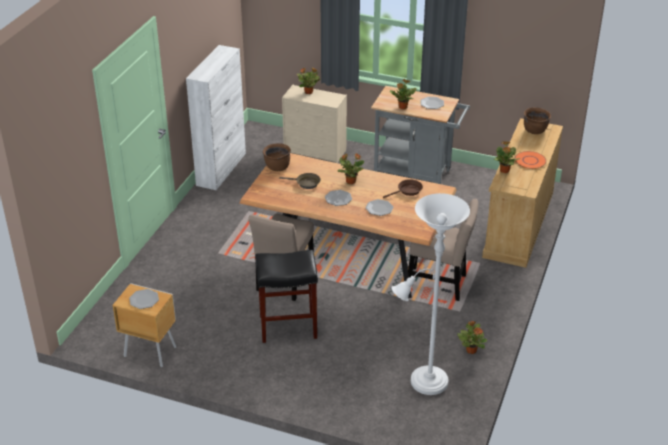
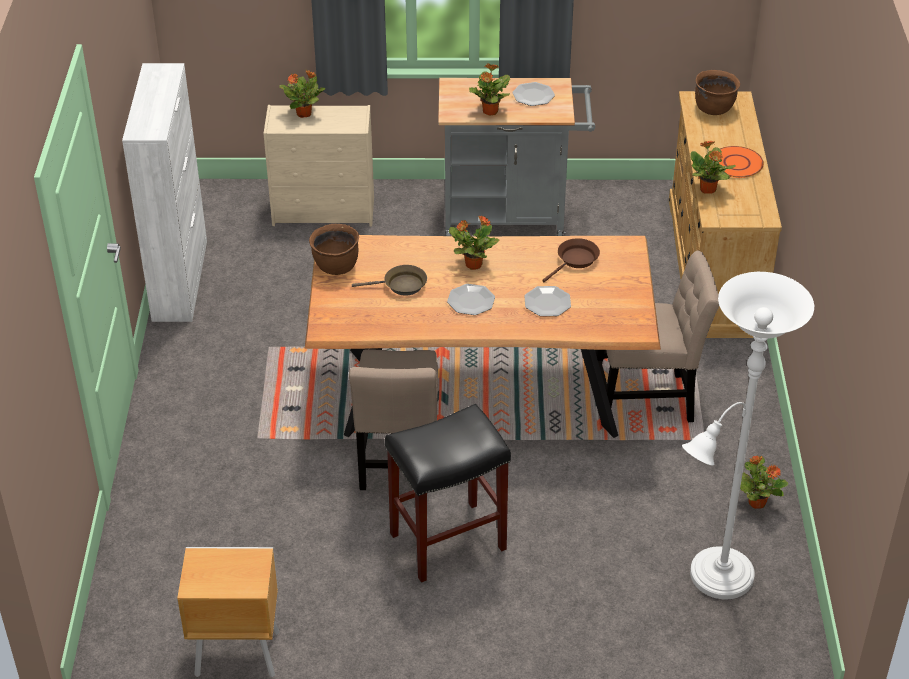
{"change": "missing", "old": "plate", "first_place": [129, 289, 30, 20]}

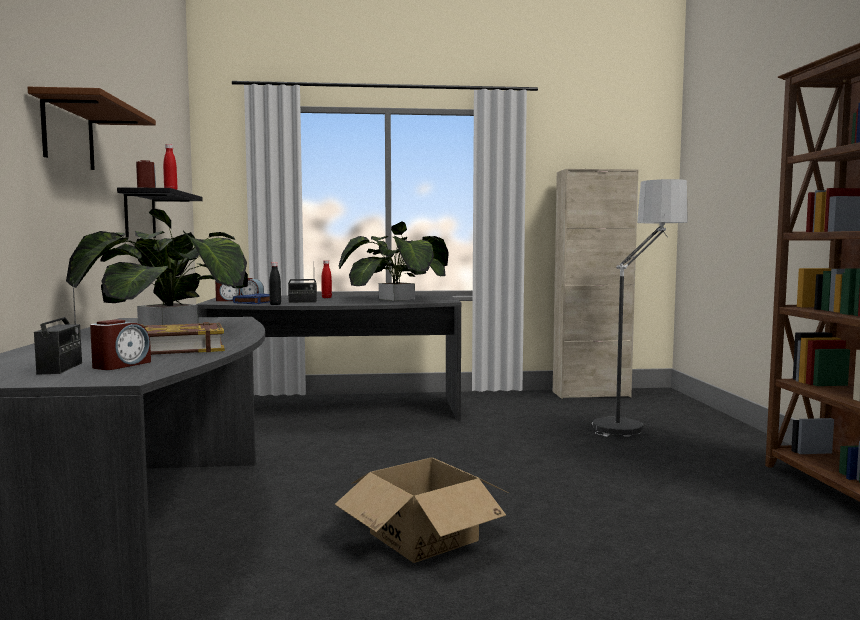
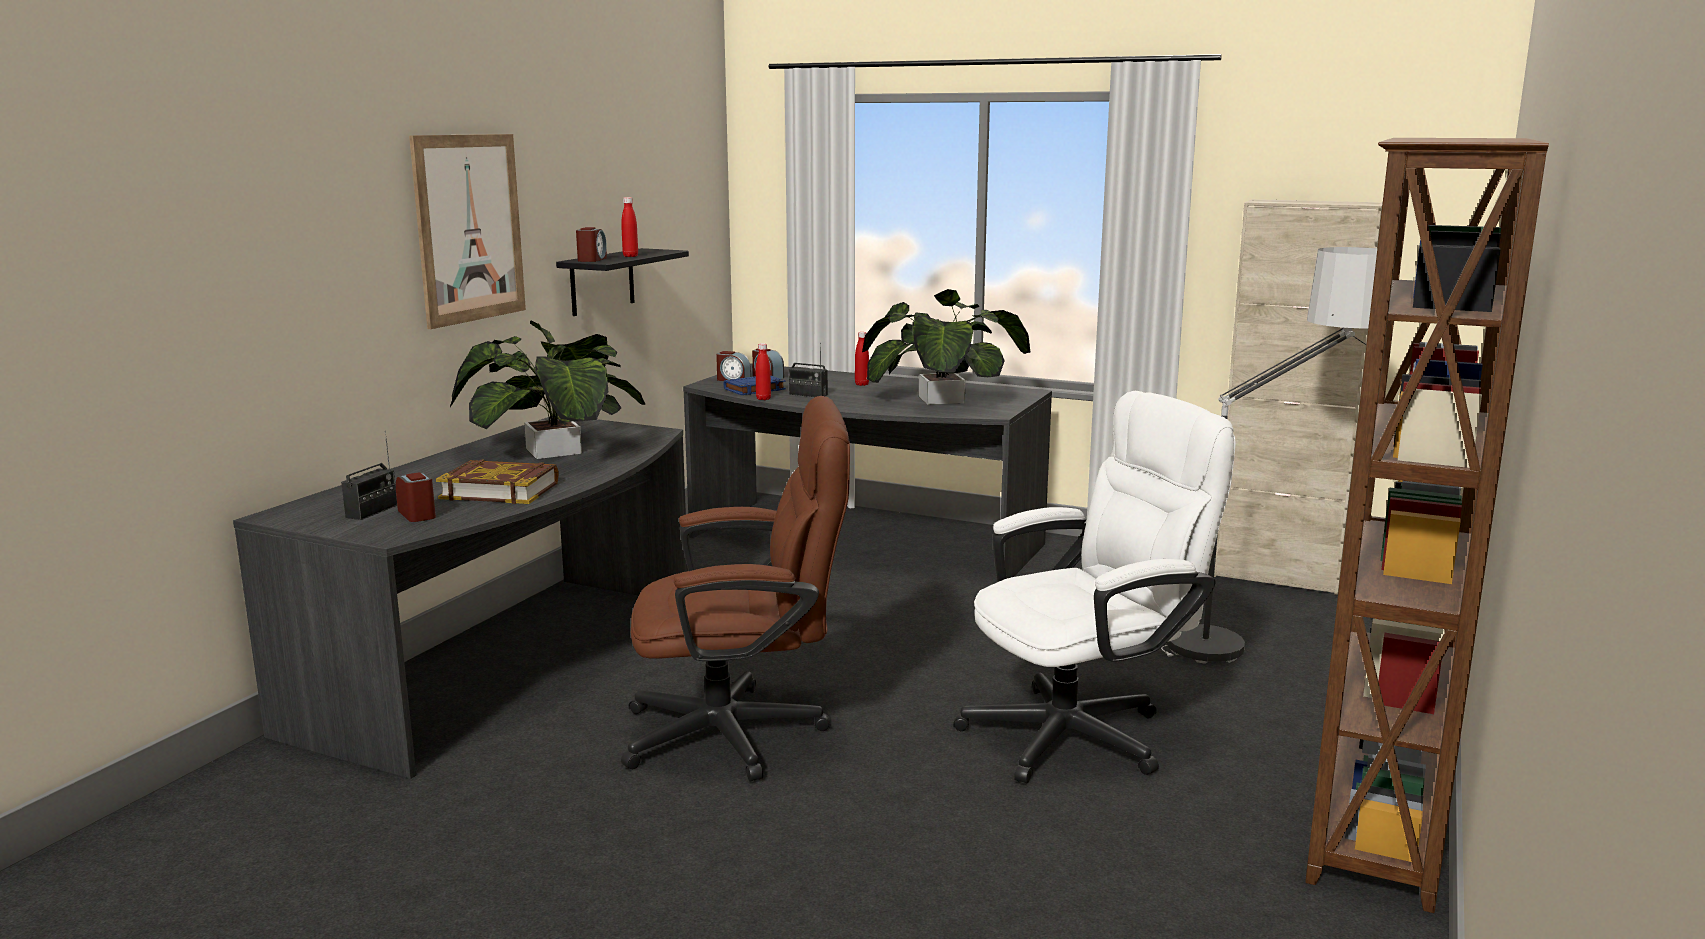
{"change": "exchanged", "old": "brown shelf", "new": "picture", "first_place": [28, 87, 128, 83], "second_place": [409, 134, 117, 195]}
{"change": "spun", "old": "alarm clock", "first_place": [90, 319, 61, 51], "second_place": [396, 472, 40, 50], "degrees": -90}
{"change": "colour", "old": "black bottle", "new": "red bottle", "first_place": [269, 262, 12, 43], "second_place": [756, 343, 15, 57]}
{"change": "exchanged", "old": "cardboard box", "new": "brown office chair", "first_place": [335, 458, 173, 105], "second_place": [621, 396, 229, 385]}
{"change": "appeared", "new": "white office chair", "second_place": [953, 391, 283, 393]}

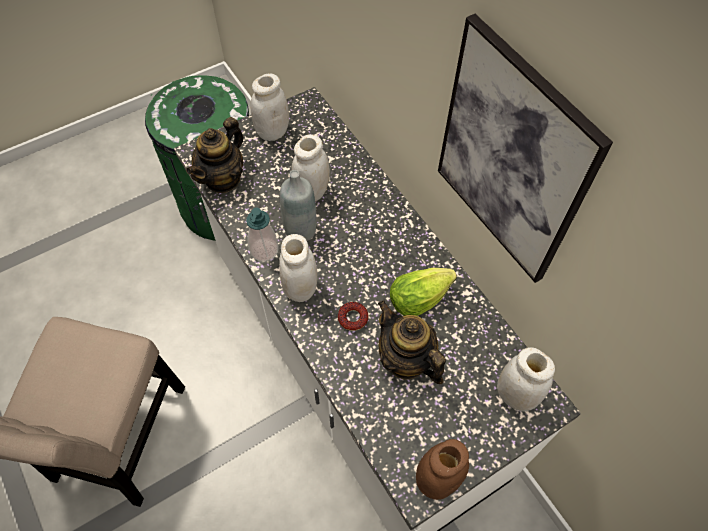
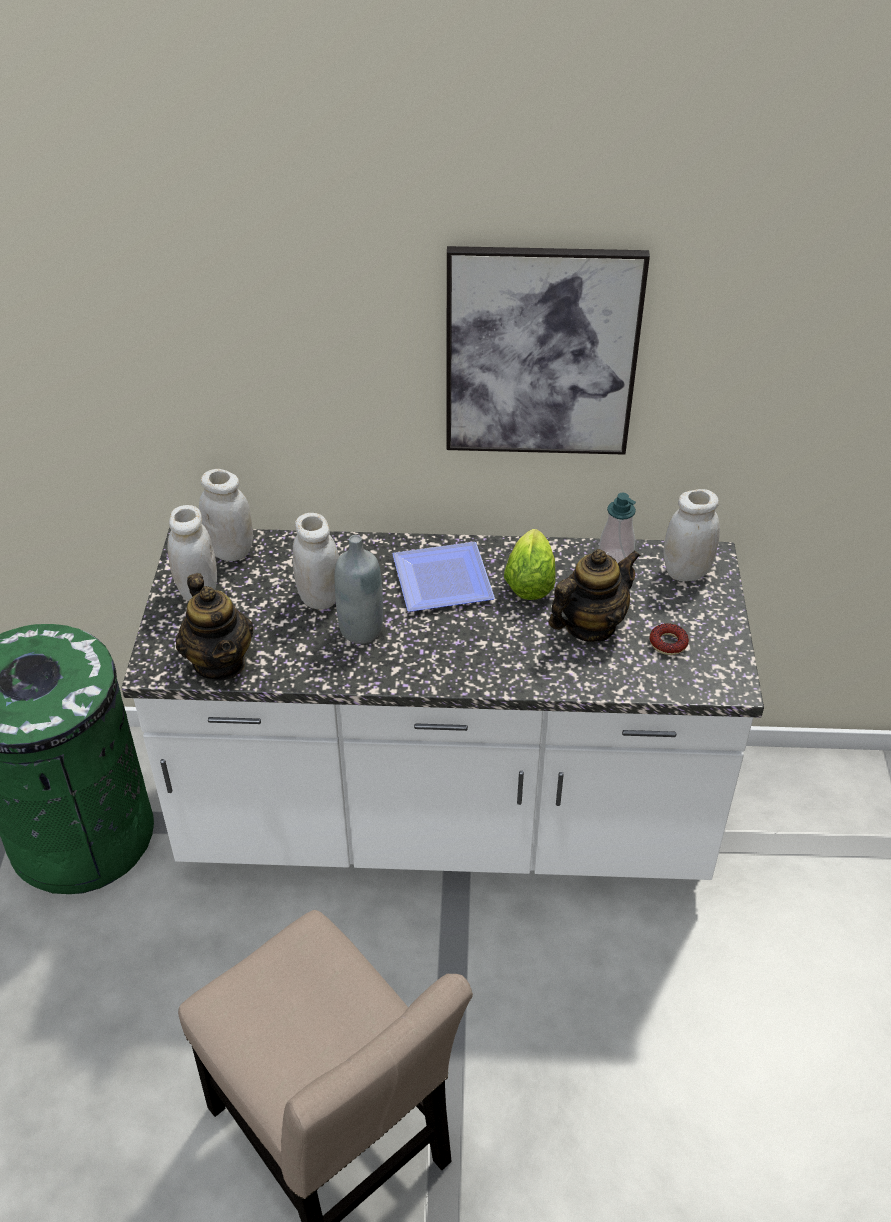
{"change": "relocated", "old": "soap dispenser", "first_place": [246, 208, 32, 54], "second_place": [598, 493, 38, 70]}
{"change": "relocated", "old": "white jar", "first_place": [279, 234, 38, 68], "second_place": [199, 469, 54, 92]}
{"change": "relocated", "old": "donut", "first_place": [338, 302, 30, 29], "second_place": [650, 623, 39, 32]}
{"change": "spun", "old": "teapot", "first_place": [378, 301, 68, 83], "second_place": [549, 549, 91, 93], "degrees": 150}
{"change": "missing", "old": "brown jar", "first_place": [416, 439, 53, 61]}
{"change": "appeared", "new": "plate", "second_place": [393, 542, 102, 70]}

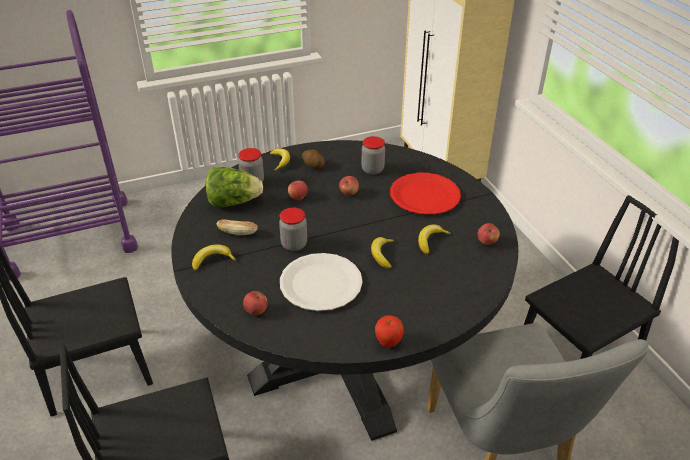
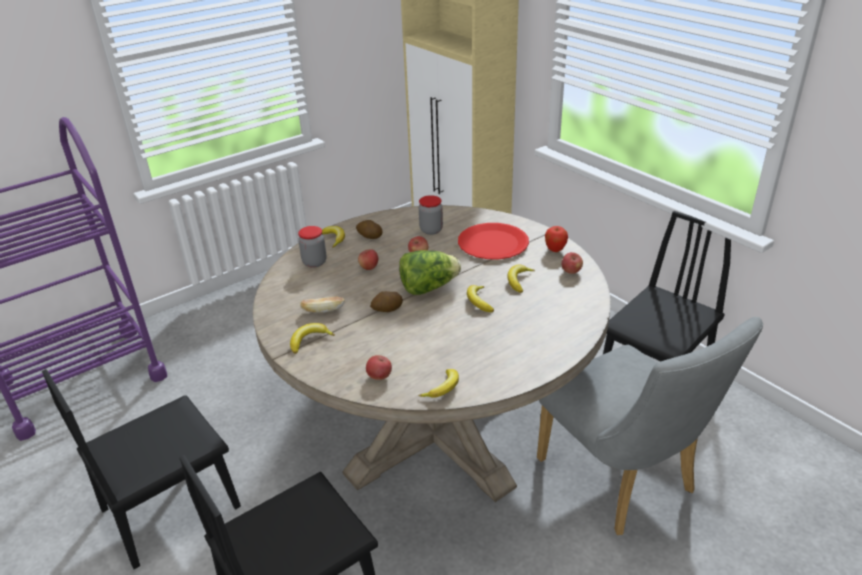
{"change": "colour", "old": "black dining table", "new": "beige dining table", "first_place": [171, 140, 347, 301], "second_place": [253, 205, 358, 297]}
{"change": "relocated", "old": "lettuce", "first_place": [206, 167, 57, 40], "second_place": [399, 250, 62, 45]}
{"change": "exchanged", "old": "jar", "new": "potato", "first_place": [279, 208, 28, 43], "second_place": [370, 291, 33, 21]}
{"change": "missing", "old": "white plate", "first_place": [280, 253, 83, 58]}
{"change": "relocated", "old": "apple", "first_place": [375, 315, 29, 32], "second_place": [545, 226, 23, 26]}
{"change": "appeared", "new": "banana", "second_place": [419, 369, 40, 29]}

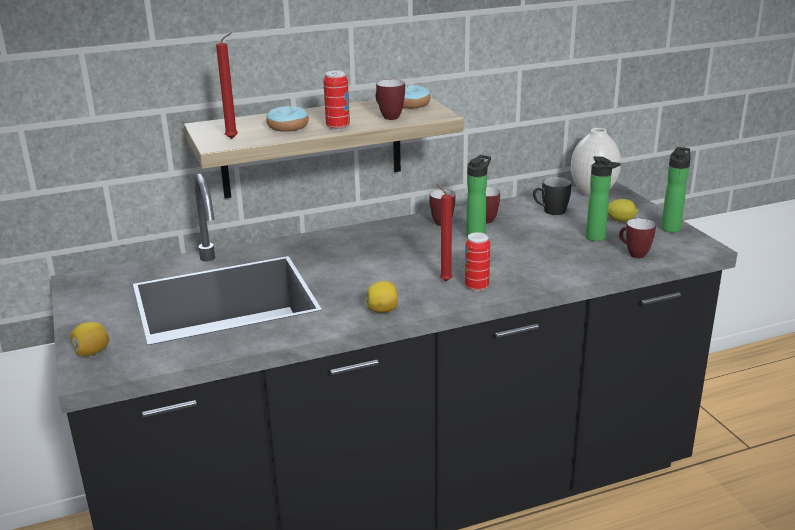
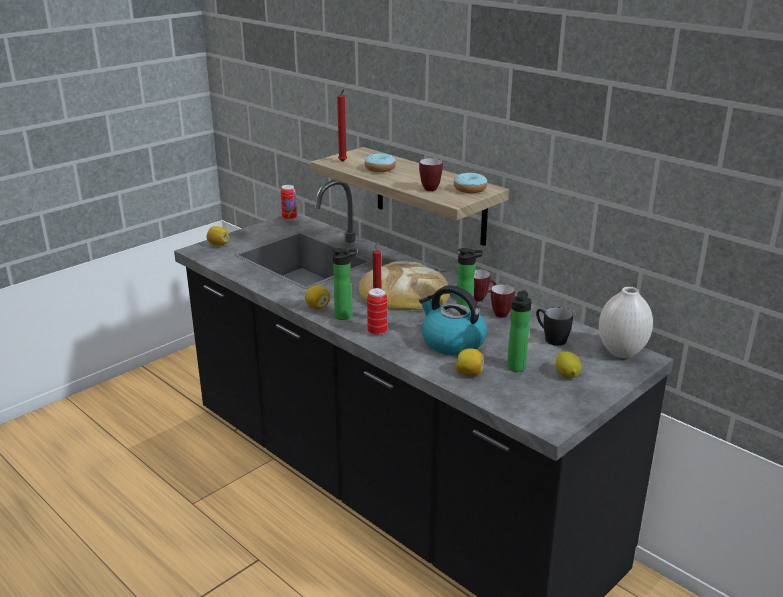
{"change": "relocated", "old": "can", "first_place": [323, 70, 27, 60], "second_place": [281, 185, 16, 36]}
{"change": "missing", "old": "mug", "first_place": [619, 218, 37, 40]}
{"change": "relocated", "old": "bottle", "first_place": [661, 147, 30, 86], "second_place": [332, 248, 25, 72]}
{"change": "appeared", "new": "bread", "second_place": [359, 261, 91, 49]}
{"change": "appeared", "new": "kettle", "second_place": [419, 285, 68, 70]}
{"change": "appeared", "new": "lemon", "second_place": [456, 348, 28, 28]}

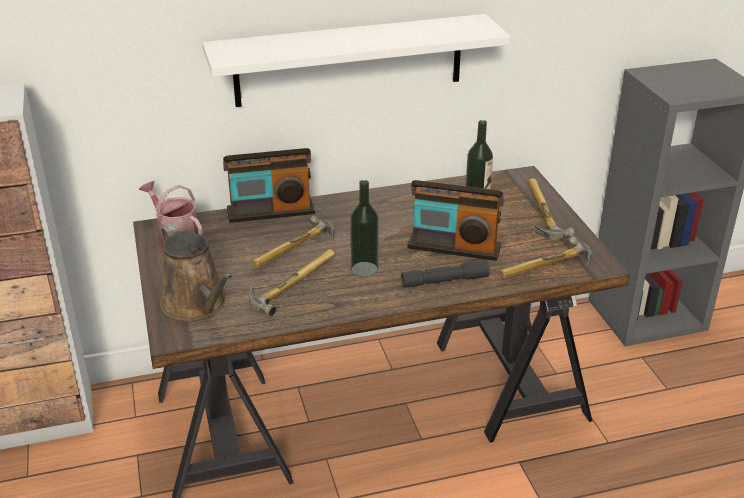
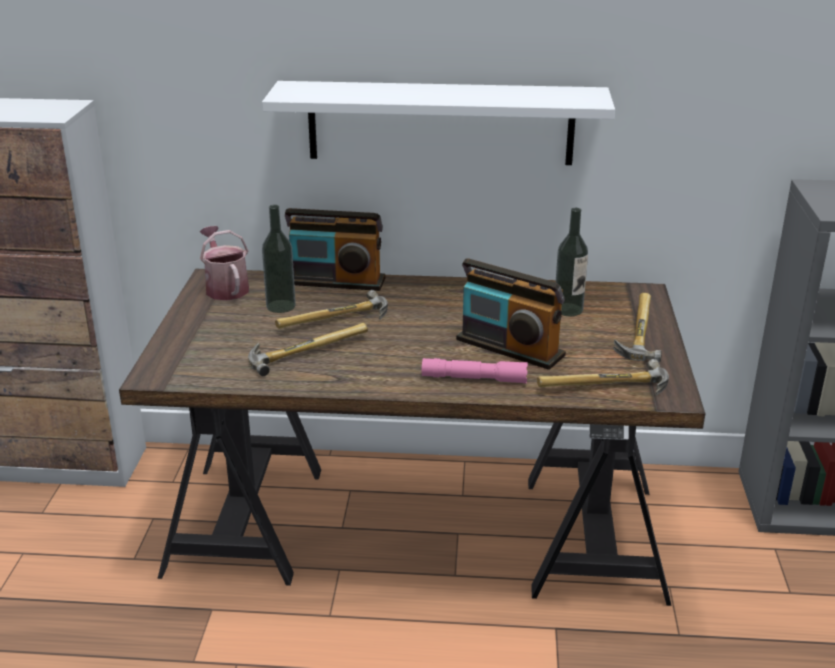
{"change": "missing", "old": "brown watering can", "first_place": [160, 223, 73, 98]}
{"change": "relocated", "old": "bottle", "first_place": [350, 180, 29, 97], "second_place": [262, 205, 34, 108]}
{"change": "colour", "old": "grey flashlight", "new": "pink flashlight", "first_place": [401, 259, 89, 28], "second_place": [422, 358, 106, 26]}

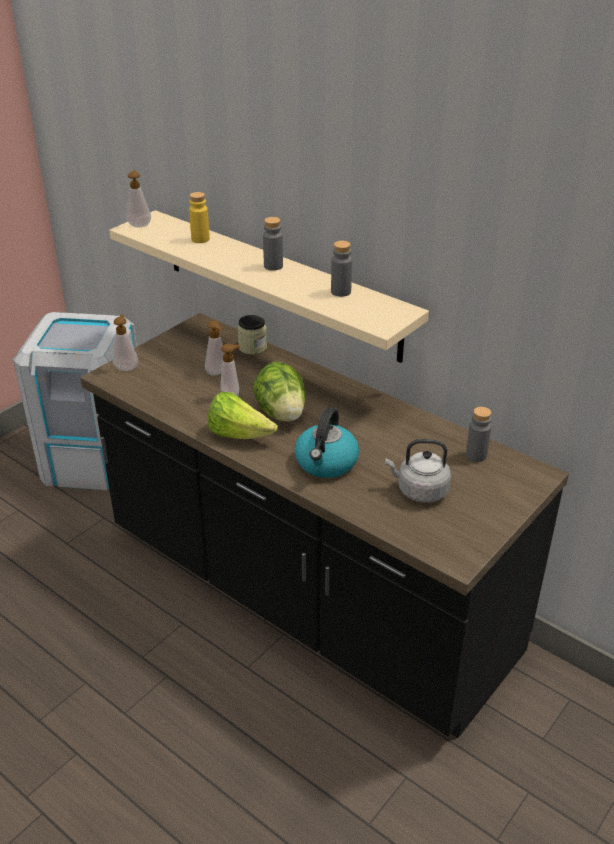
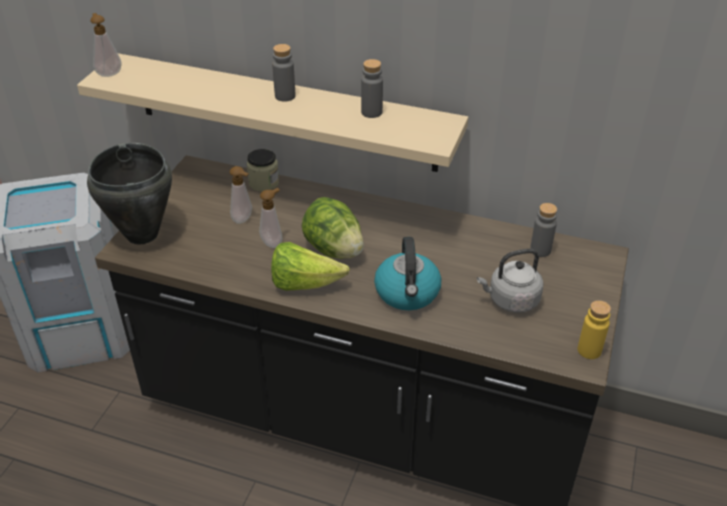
{"change": "exchanged", "old": "soap dispenser", "new": "black cooking pot", "first_place": [112, 314, 26, 57], "second_place": [87, 143, 85, 101]}
{"change": "relocated", "old": "yellow bottle", "first_place": [189, 192, 21, 51], "second_place": [578, 300, 33, 59]}

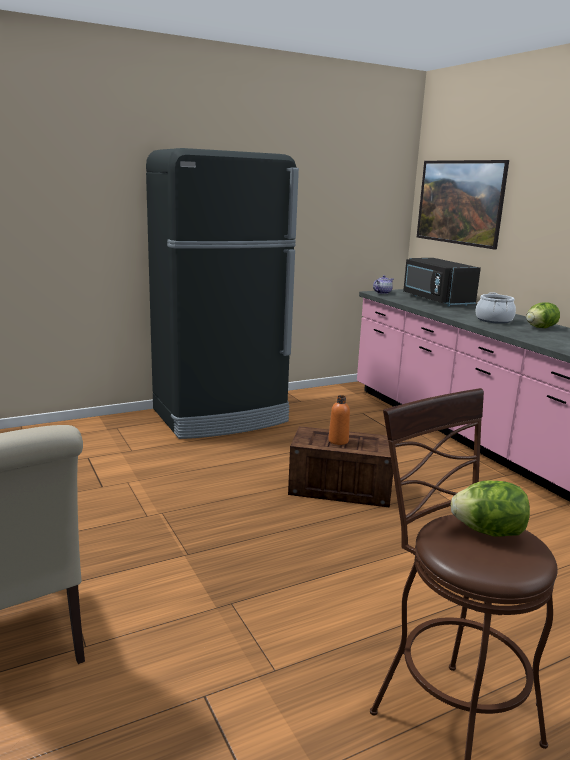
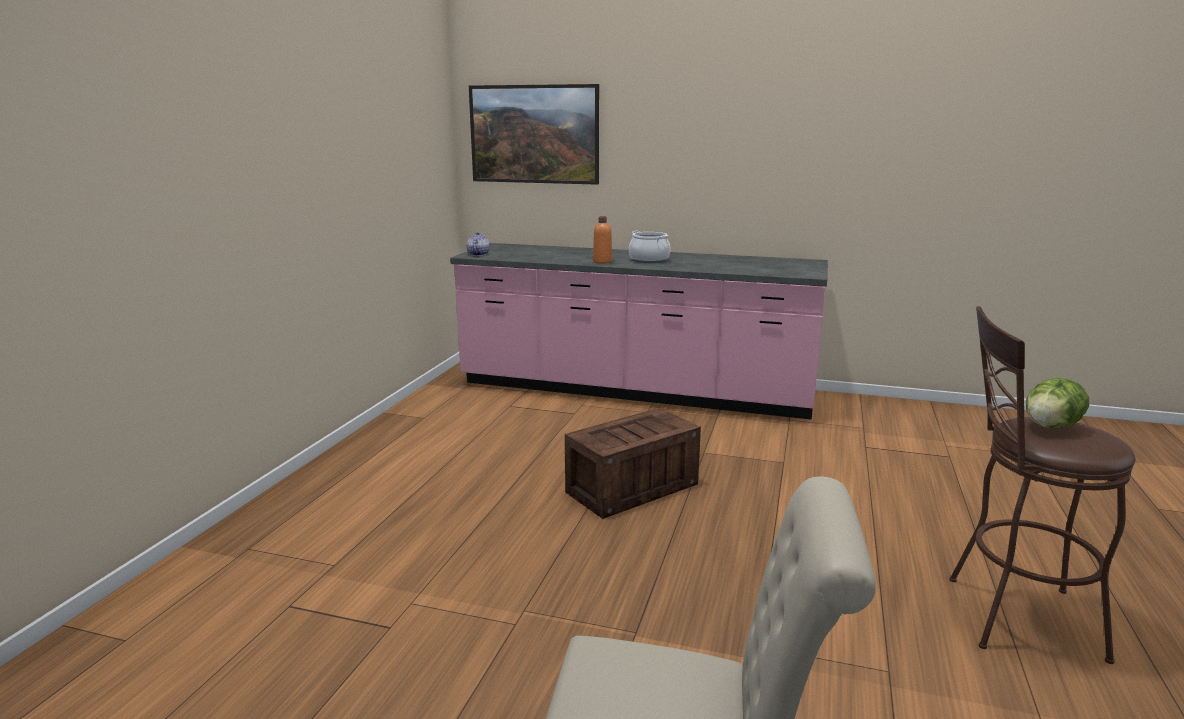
{"change": "missing", "old": "black fridge", "first_place": [146, 148, 153, 291]}
{"change": "relocated", "old": "orange bottle", "first_place": [328, 395, 22, 50], "second_place": [593, 216, 19, 48]}
{"change": "missing", "old": "black microwave", "first_place": [403, 258, 78, 48]}
{"change": "missing", "old": "lettuce", "first_place": [526, 302, 34, 26]}

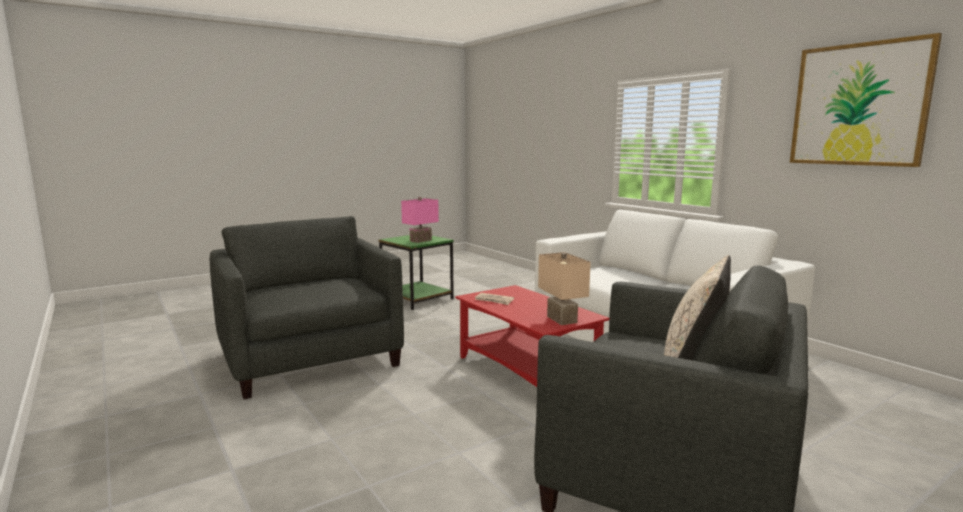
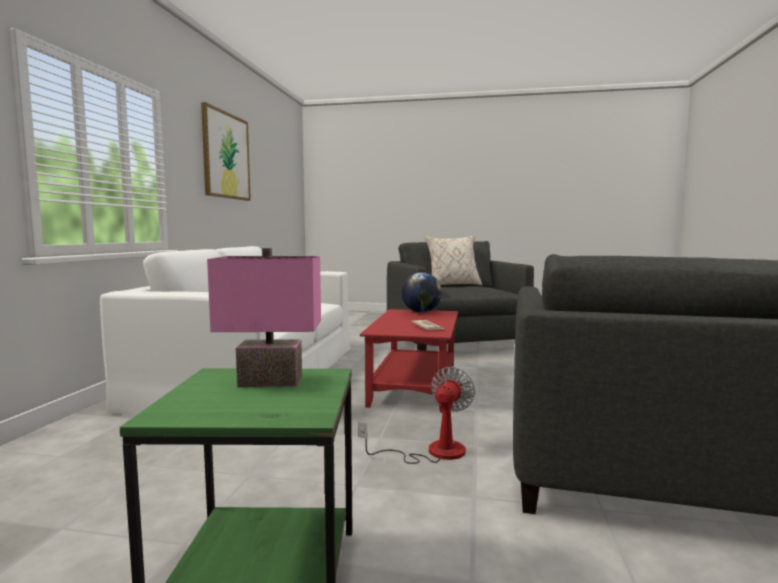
{"change": "exchanged", "old": "beige table lamp", "new": "globe", "first_place": [538, 252, 53, 73], "second_place": [401, 272, 41, 41]}
{"change": "appeared", "new": "fan", "second_place": [358, 367, 117, 97]}

